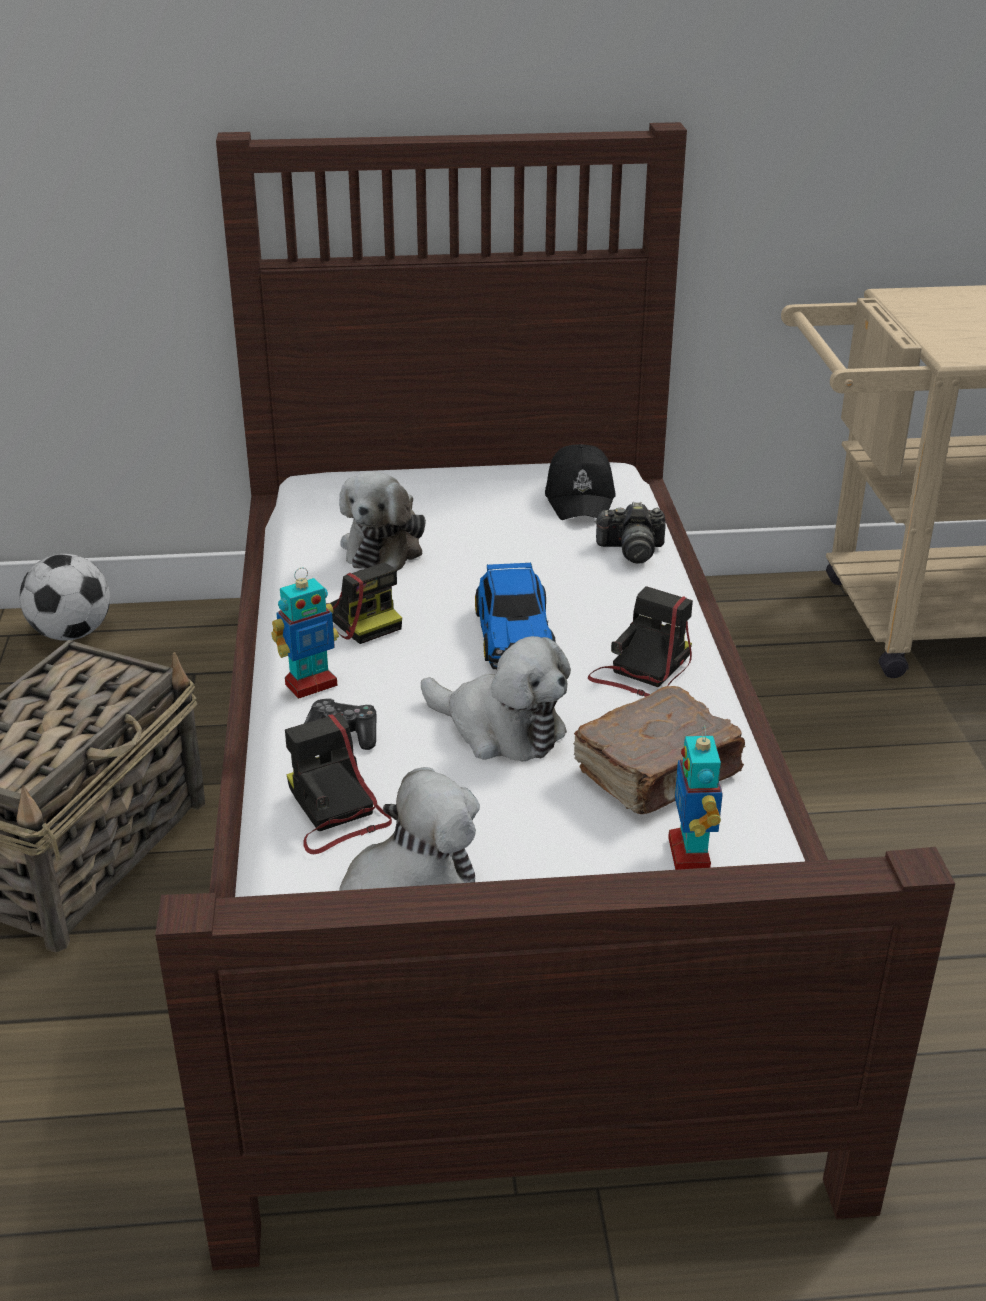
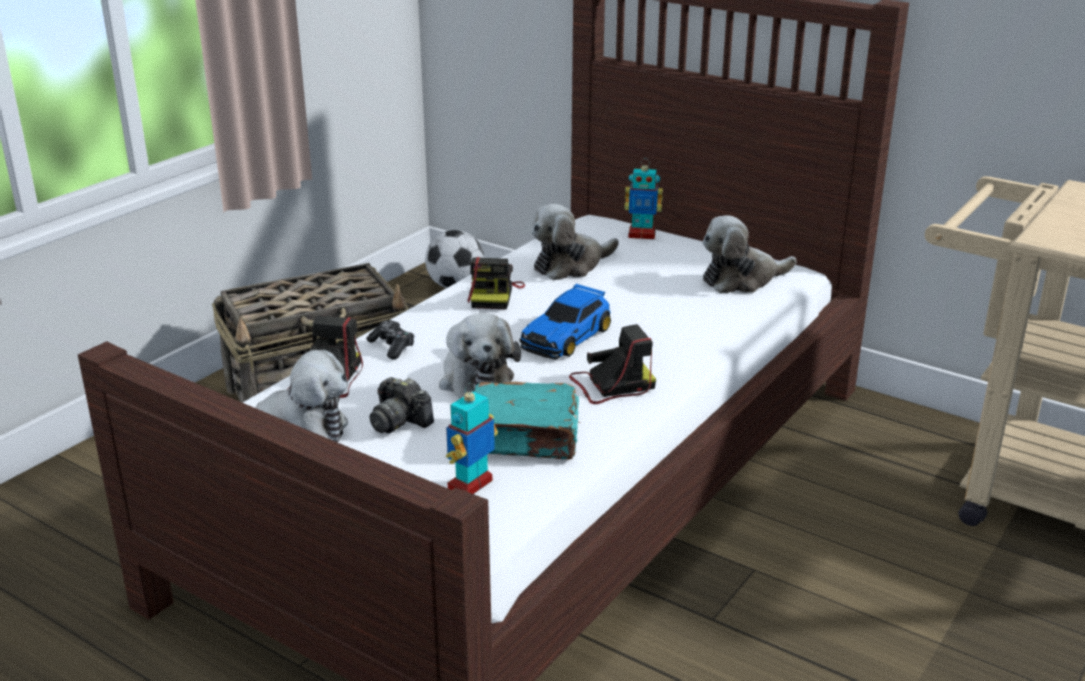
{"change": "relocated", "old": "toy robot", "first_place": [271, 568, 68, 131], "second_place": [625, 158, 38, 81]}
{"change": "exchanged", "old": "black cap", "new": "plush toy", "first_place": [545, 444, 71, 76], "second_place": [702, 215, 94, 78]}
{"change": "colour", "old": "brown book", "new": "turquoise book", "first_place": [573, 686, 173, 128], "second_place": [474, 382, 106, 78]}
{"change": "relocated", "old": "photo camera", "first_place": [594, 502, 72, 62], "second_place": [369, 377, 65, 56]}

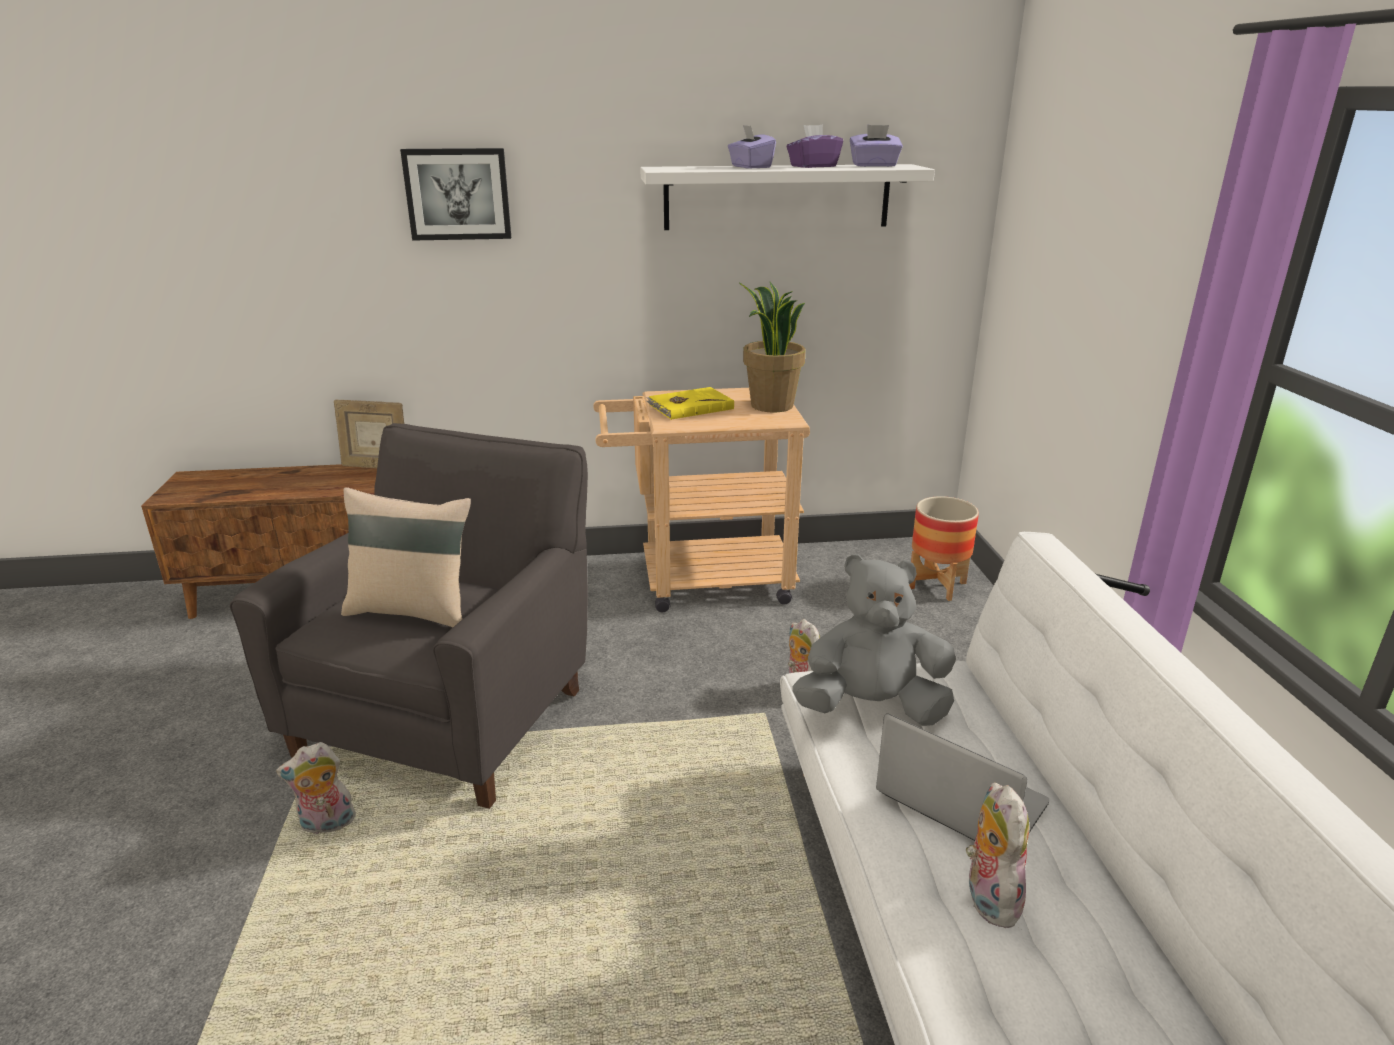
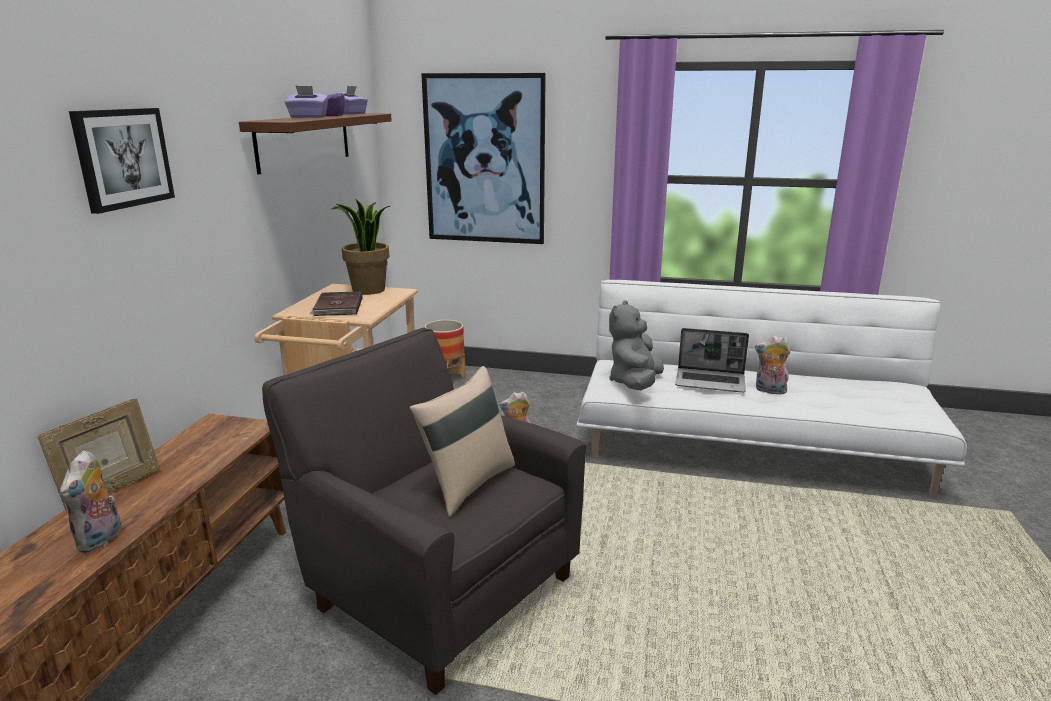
{"change": "relocated", "old": "plush toy", "first_place": [276, 742, 81, 92], "second_place": [60, 450, 61, 103]}
{"change": "colour", "old": "white shelf", "new": "brown shelf", "first_place": [640, 164, 295, 66], "second_place": [239, 113, 153, 62]}
{"change": "colour", "old": "yellow book", "new": "brown book", "first_place": [646, 387, 88, 33], "second_place": [310, 291, 53, 25]}
{"change": "spun", "old": "laptop", "first_place": [876, 714, 173, 127], "second_place": [675, 328, 74, 64], "degrees": -135}
{"change": "appeared", "new": "picture", "second_place": [421, 73, 125, 171]}

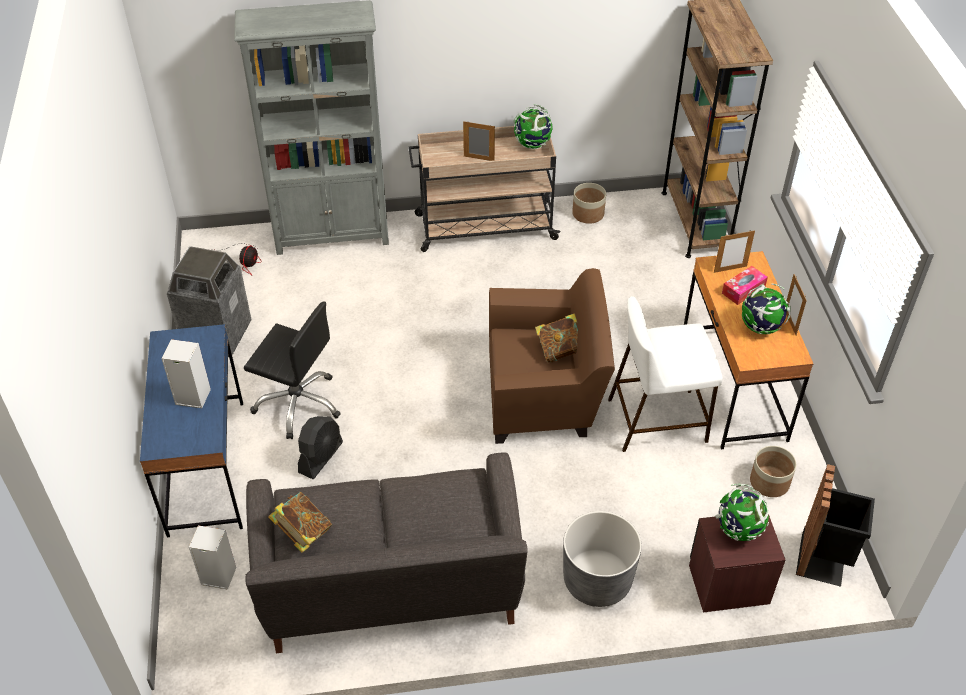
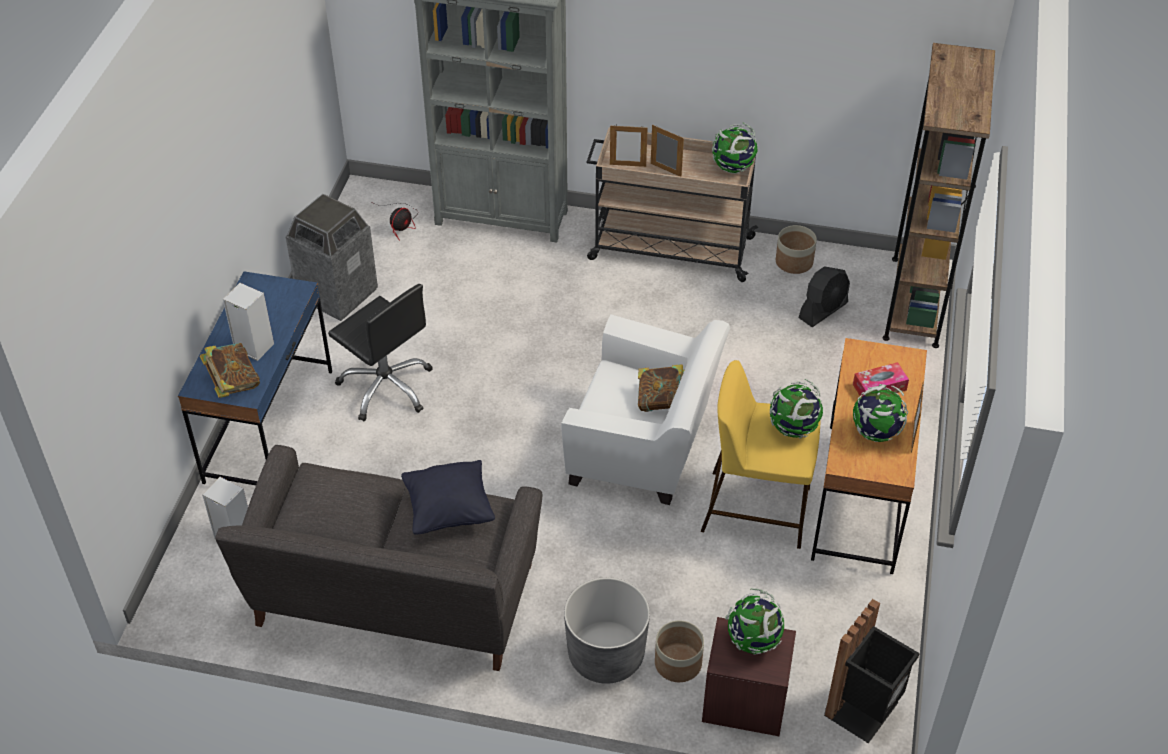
{"change": "relocated", "old": "book", "first_place": [268, 492, 64, 61], "second_place": [200, 343, 60, 55]}
{"change": "relocated", "old": "black fan", "first_place": [298, 416, 45, 63], "second_place": [799, 266, 51, 61]}
{"change": "colour", "old": "brown armchair", "new": "white armchair", "first_place": [489, 268, 126, 176], "second_place": [561, 314, 169, 191]}
{"change": "colour", "old": "white stool", "new": "yellow stool", "first_place": [608, 296, 115, 156], "second_place": [701, 360, 120, 189]}
{"change": "relocated", "old": "picture frame", "first_place": [714, 230, 41, 43], "second_place": [610, 124, 38, 43]}
{"change": "relocated", "old": "planter", "first_place": [750, 446, 46, 51], "second_place": [655, 621, 49, 61]}
{"change": "appeared", "new": "black pillow", "second_place": [401, 460, 94, 75]}
{"change": "appeared", "new": "globe", "second_place": [770, 379, 53, 59]}

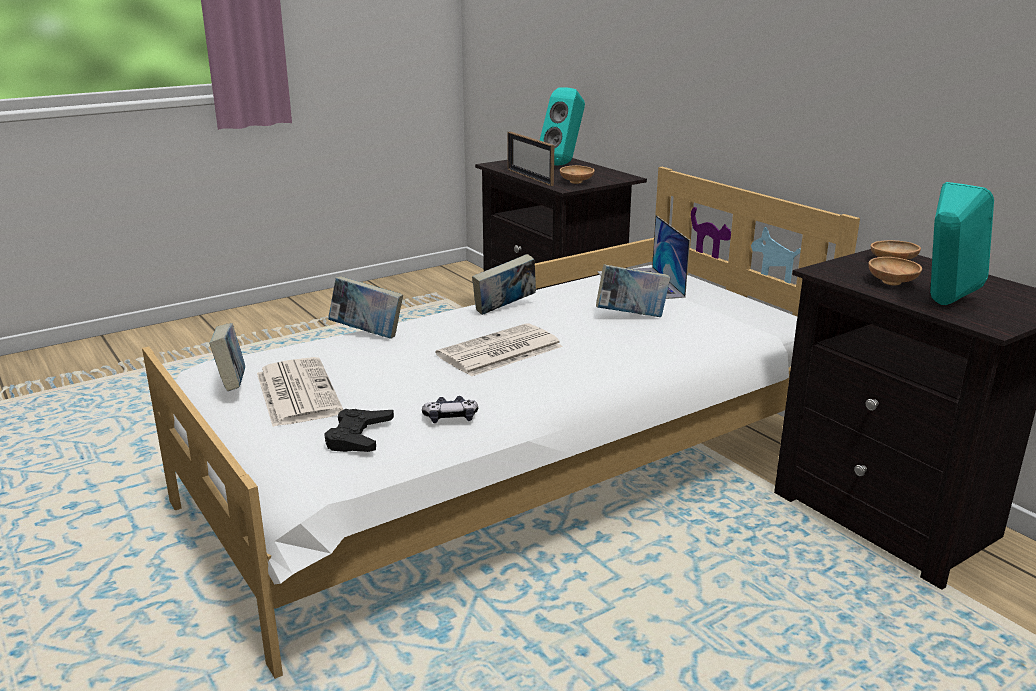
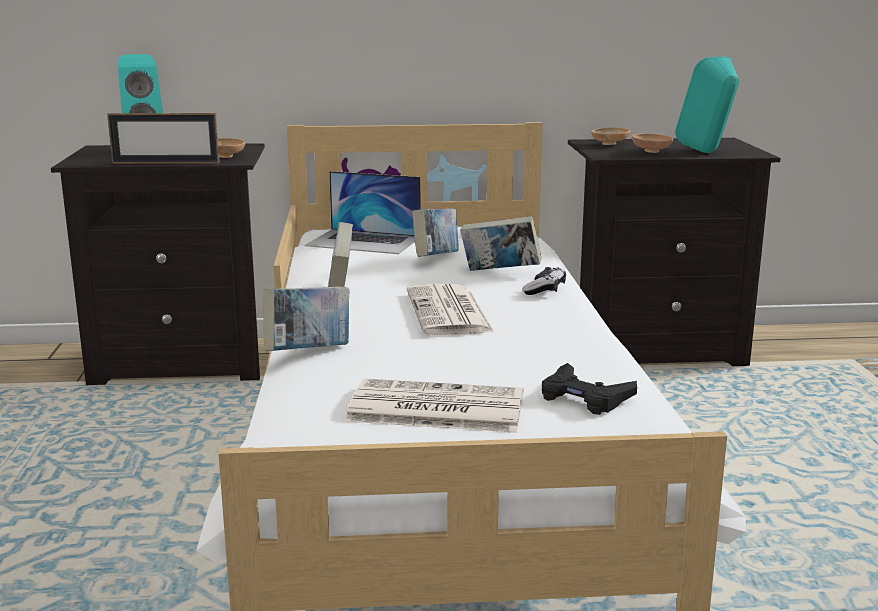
{"change": "relocated", "old": "book", "first_place": [209, 323, 36, 68], "second_place": [460, 216, 81, 55]}
{"change": "relocated", "old": "game controller", "first_place": [422, 396, 56, 27], "second_place": [523, 267, 43, 28]}

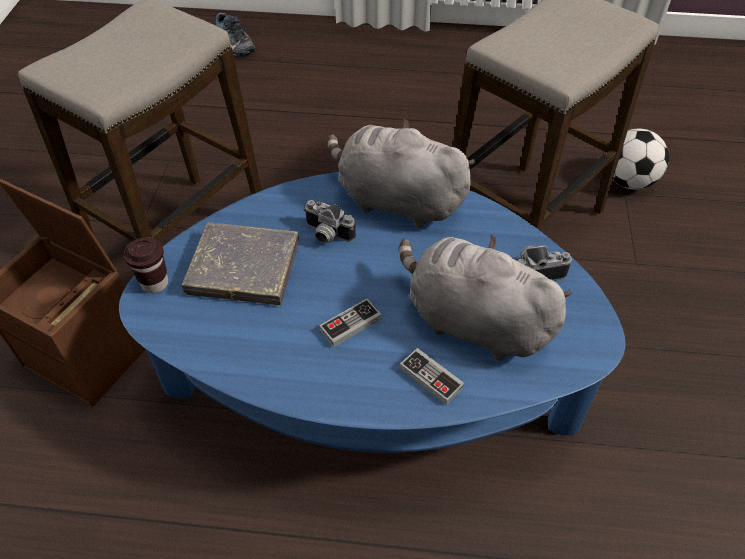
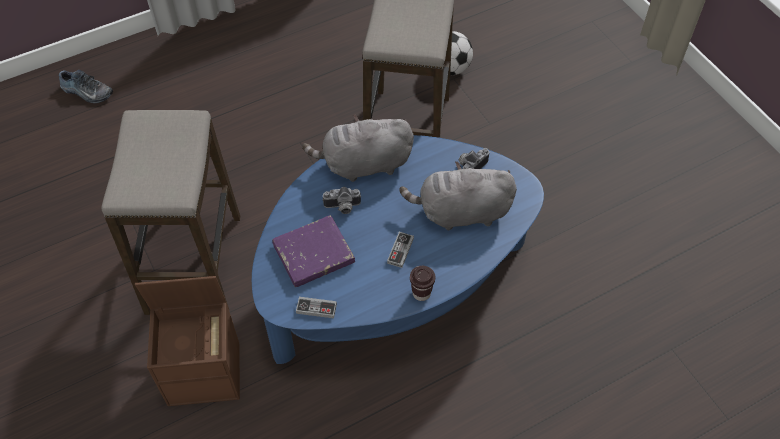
{"change": "relocated", "old": "brown cup", "first_place": [124, 237, 44, 56], "second_place": [410, 266, 25, 35]}
{"change": "colour", "old": "grey book", "new": "purple book", "first_place": [182, 222, 117, 83], "second_place": [272, 215, 83, 72]}
{"change": "relocated", "old": "game controller", "first_place": [400, 348, 64, 57], "second_place": [296, 297, 41, 21]}

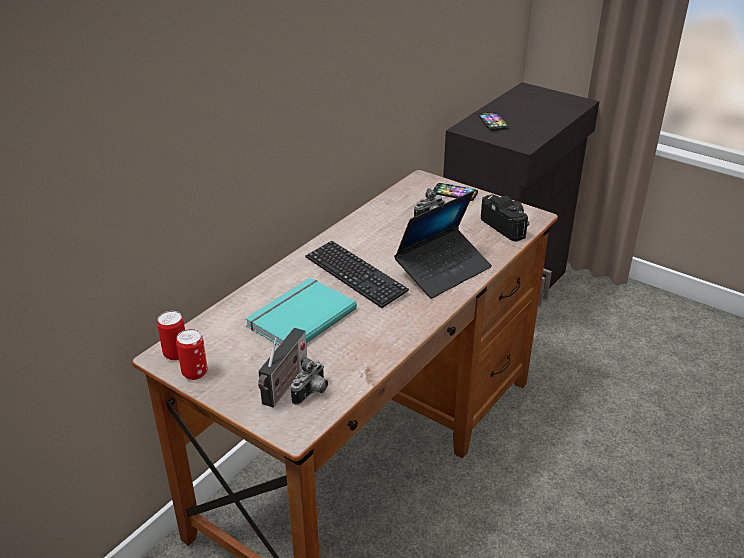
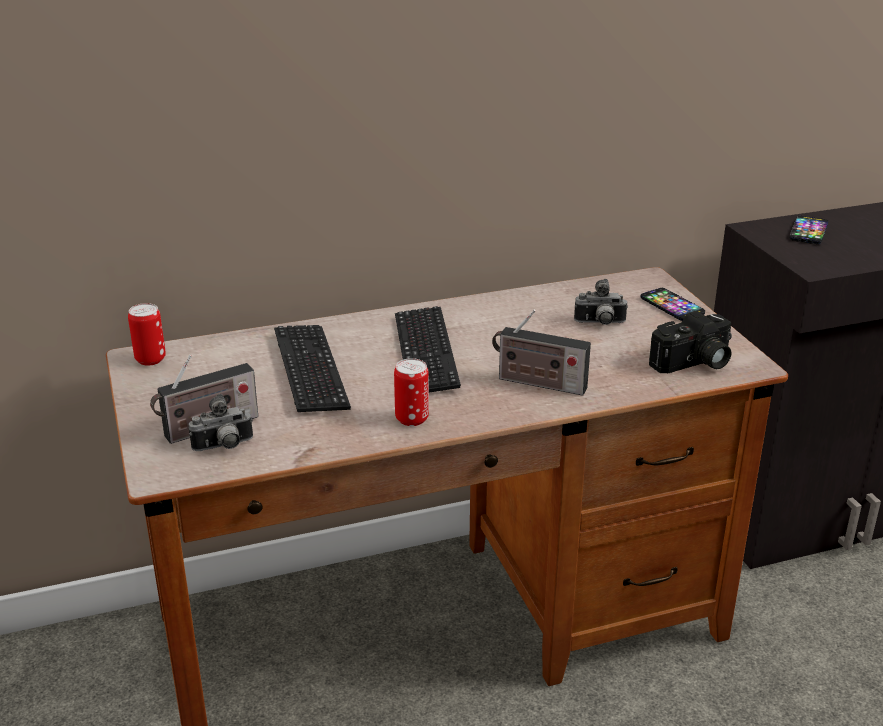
{"change": "relocated", "old": "can", "first_place": [176, 329, 32, 51], "second_place": [394, 358, 35, 68]}
{"change": "exchanged", "old": "turquoise book", "new": "keyboard", "first_place": [245, 278, 112, 67], "second_place": [274, 325, 77, 87]}
{"change": "exchanged", "old": "laptop", "new": "radio", "first_place": [394, 191, 98, 108], "second_place": [492, 309, 99, 87]}
{"change": "spun", "old": "photo camera", "first_place": [481, 194, 48, 48], "second_place": [649, 311, 83, 62], "degrees": 60}

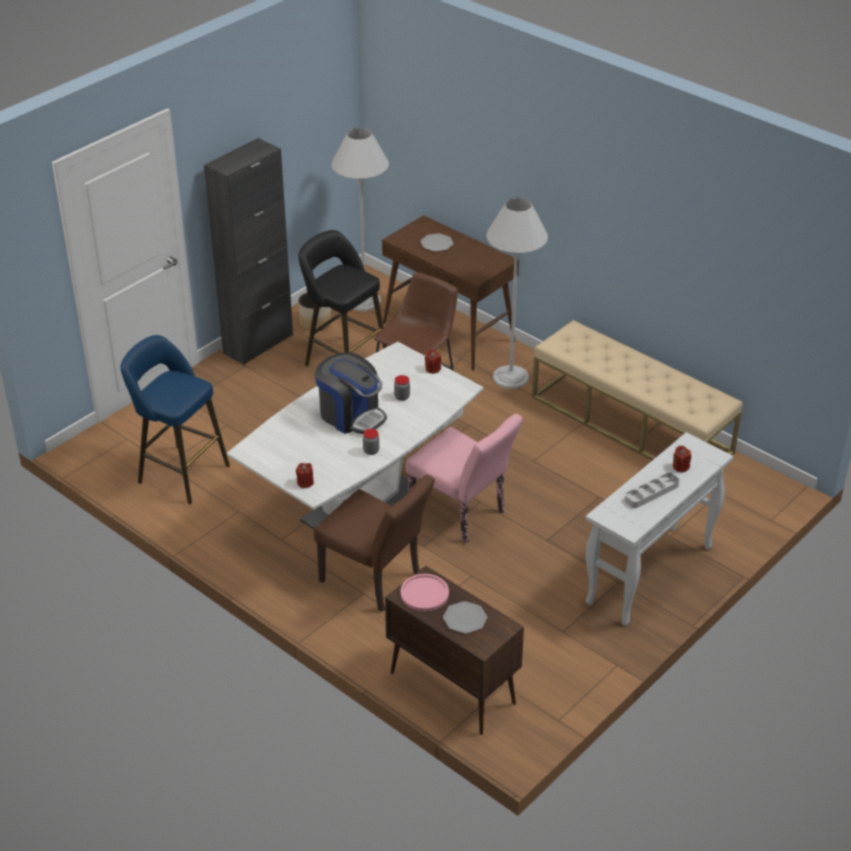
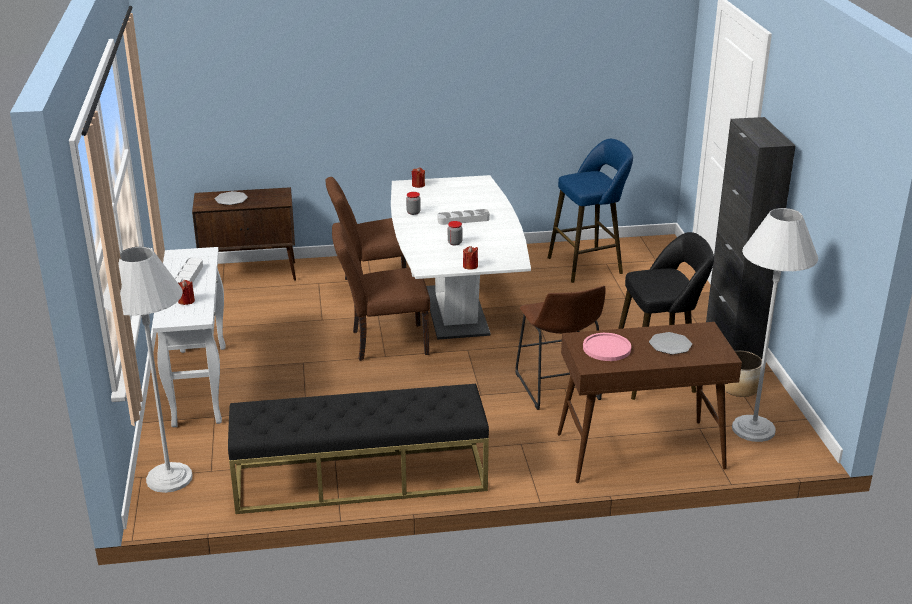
{"change": "exchanged", "old": "coffee machine", "new": "grey tray", "first_place": [315, 352, 72, 82], "second_place": [438, 209, 52, 16]}
{"change": "relocated", "old": "pink plate", "first_place": [400, 574, 49, 37], "second_place": [583, 333, 48, 28]}
{"change": "colour", "old": "pink chair", "new": "brown chair", "first_place": [406, 414, 117, 130], "second_place": [332, 223, 98, 138]}
{"change": "relocated", "old": "white floor lamp", "first_place": [486, 198, 62, 191], "second_place": [103, 247, 90, 246]}
{"change": "colour", "old": "beige bench", "new": "black bench", "first_place": [532, 320, 211, 140], "second_place": [228, 384, 261, 130]}

